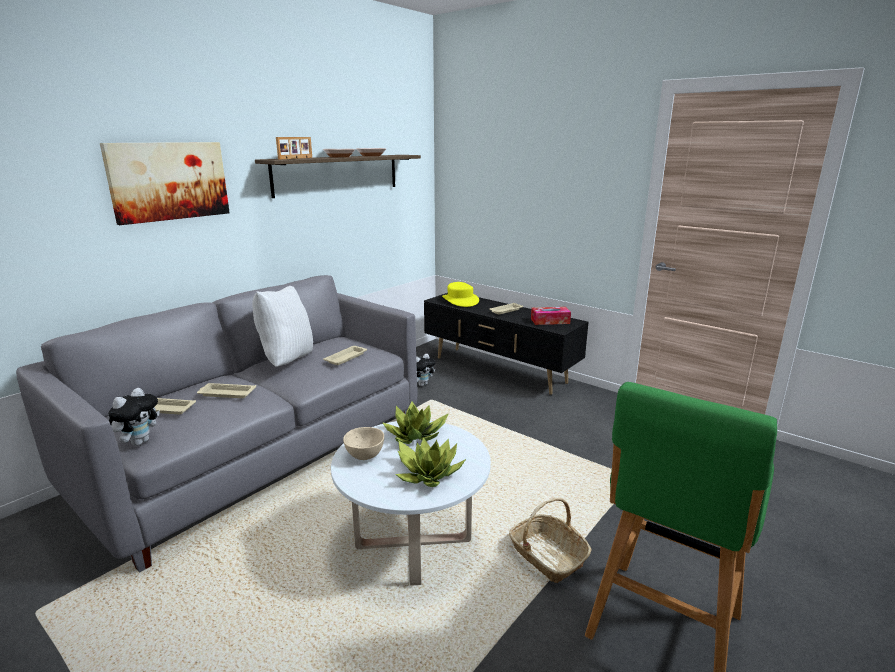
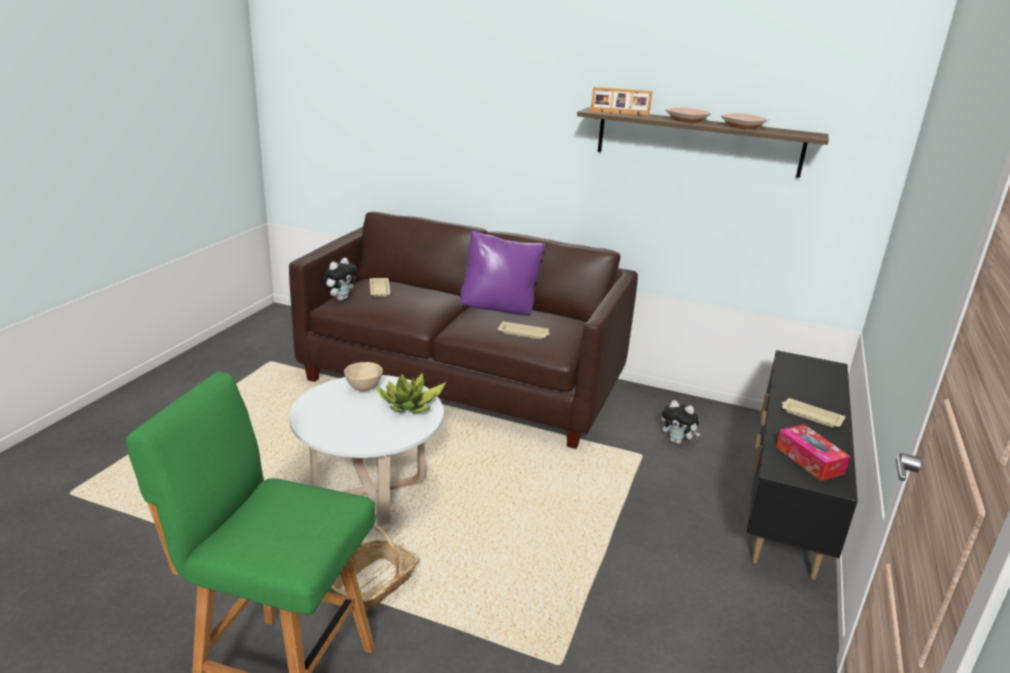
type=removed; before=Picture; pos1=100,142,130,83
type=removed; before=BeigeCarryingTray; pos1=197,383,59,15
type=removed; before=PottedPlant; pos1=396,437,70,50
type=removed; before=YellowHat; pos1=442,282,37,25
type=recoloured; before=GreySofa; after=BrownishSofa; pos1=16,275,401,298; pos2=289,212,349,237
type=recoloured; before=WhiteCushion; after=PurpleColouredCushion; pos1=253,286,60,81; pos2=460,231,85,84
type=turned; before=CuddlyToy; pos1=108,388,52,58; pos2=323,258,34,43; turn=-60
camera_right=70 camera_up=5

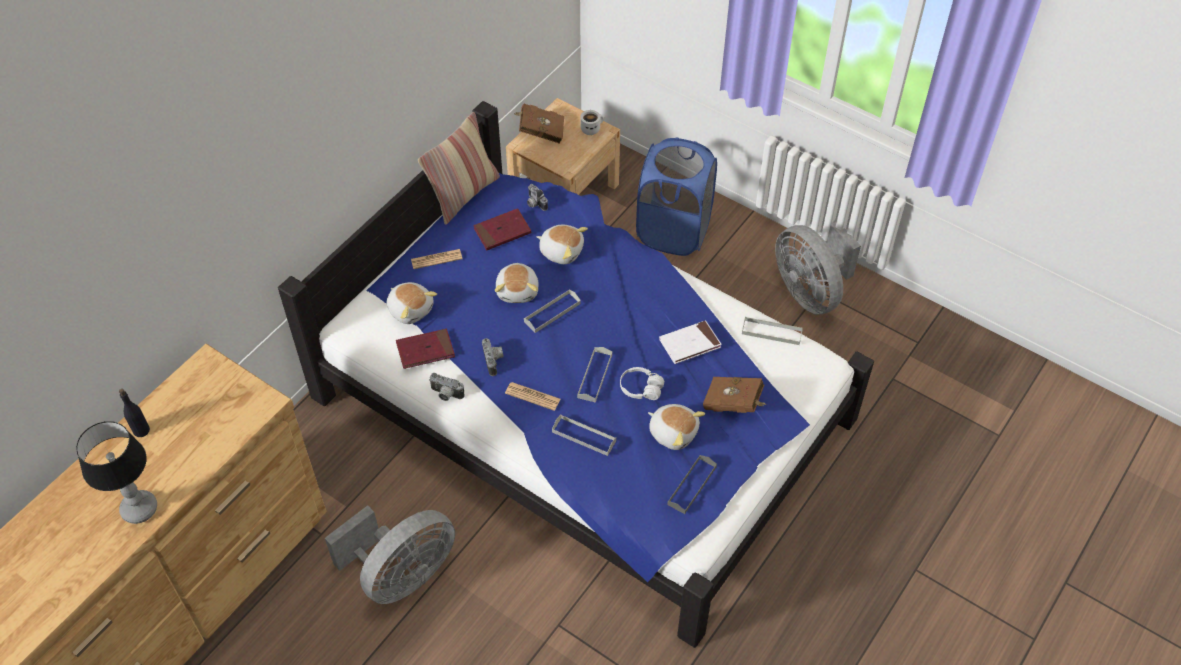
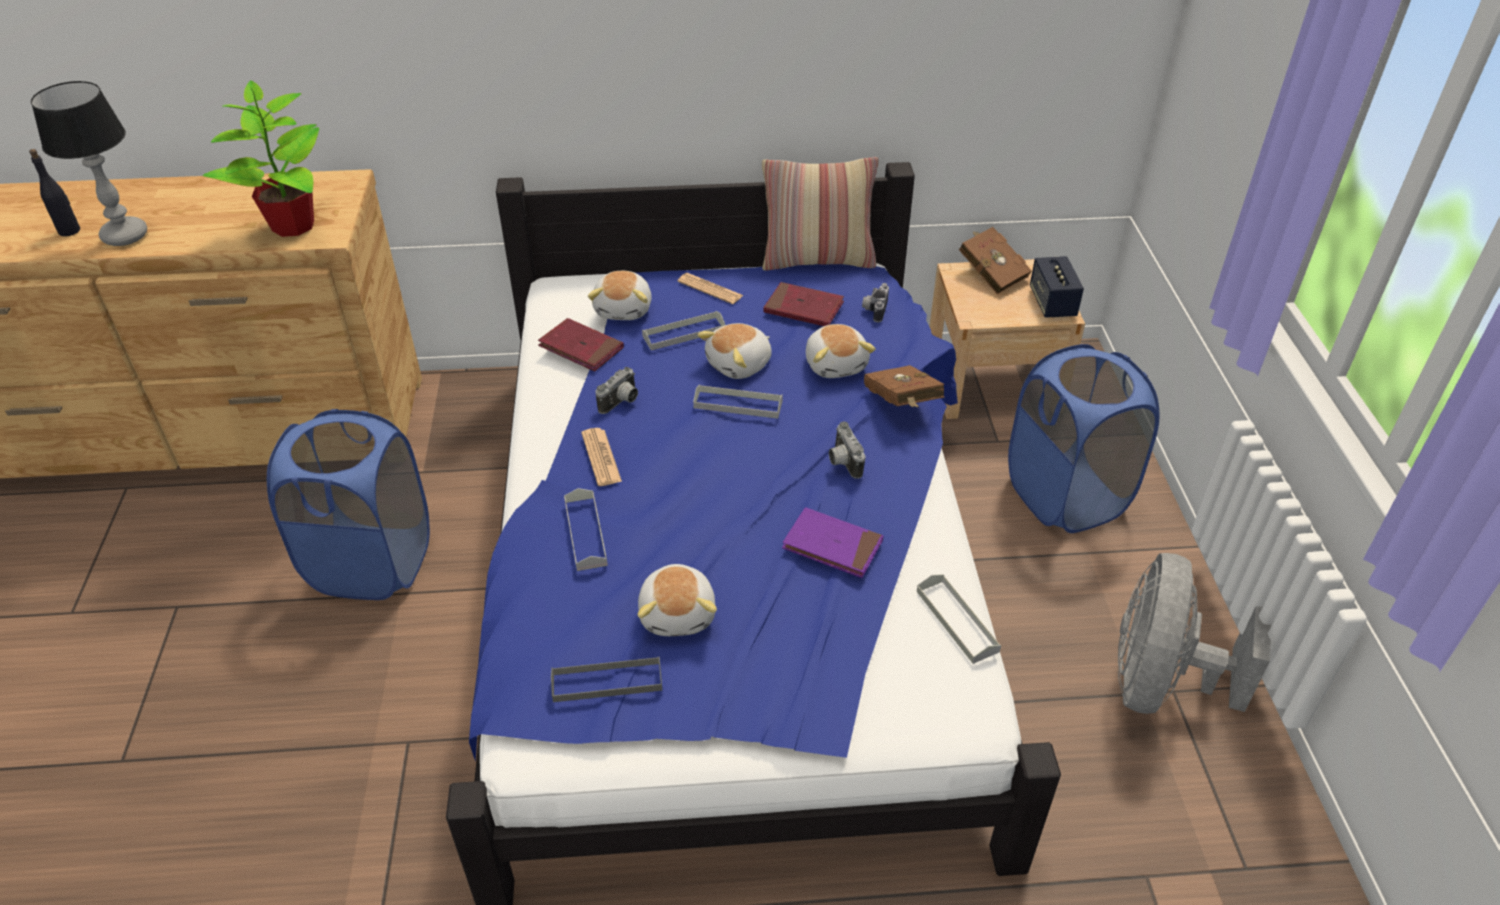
type=removed; before=WhitePairOfHeadphones; pos1=620,367,44,33
type=added; after=PottedPlant; pos2=203,80,116,157
type=moved; before=BlackishDrinkBottle; pos1=119,389,31,48; pos2=29,149,51,87
type=moved; before=PhotoCamera; pos1=429,373,35,28; pos2=829,422,36,57
type=moved; before=GreyCarryingTray; pos1=577,347,35,56; pos2=642,311,83,39
type=moved; before=BrownishVolume; pos1=703,377,64,36; pos2=864,365,80,43
type=replaced; before=GreyFan; after=BlueColouredHamper; pos1=325,505,130,99; pos2=267,409,163,191
type=replaced; before=WhiteMug; after=Speaker; pos1=580,110,24,25; pos2=1030,256,54,62
type=recoloured; before=WhiteVolume; after=PurpleColouredVolume; pos1=659,320,63,44; pos2=782,507,101,71
camera_right=50 camera_up=-10

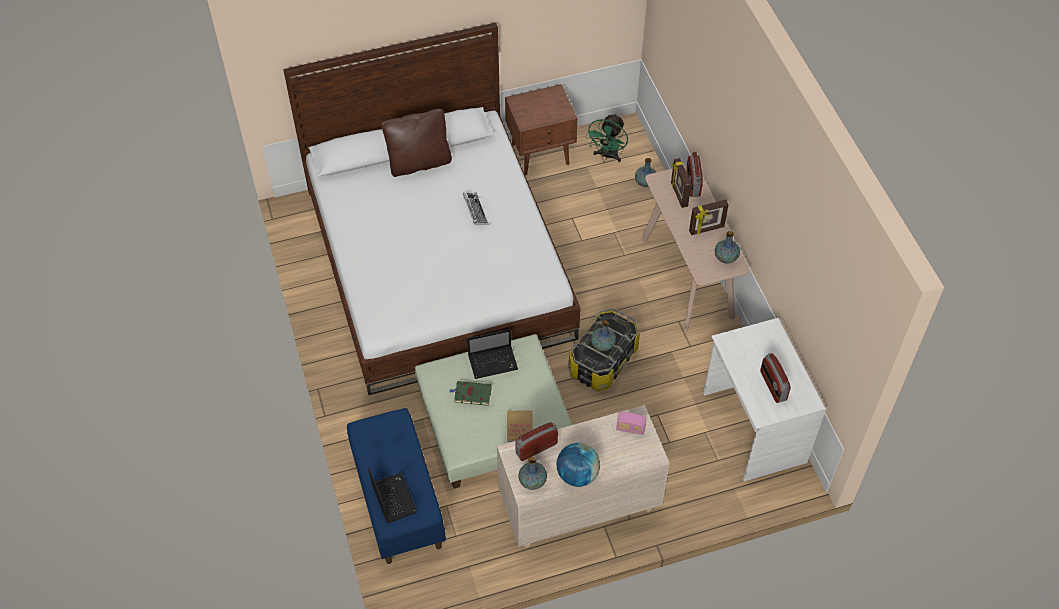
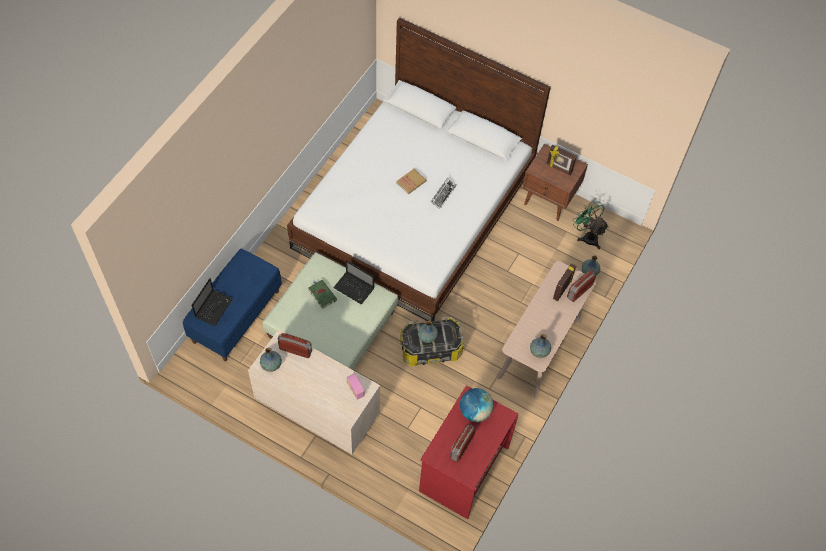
type=removed; before=BrownishCushion; pos1=381,109,71,68
type=moved; before=Volume; pos1=507,410,26,32; pos2=396,169,30,25
type=moved; before=WorldGlobe; pos1=557,443,43,44; pos2=460,388,33,34
type=moved; before=PhotoFrame; pos1=689,200,40,35; pos2=547,144,30,31
type=recoloured; before=WhiteDeskUnit; after=ReddishDeskUnit; pos1=703,318,123,163; pos2=419,385,99,134
type=turned; before=GreenishFan; pos1=586,113,42,49; pos2=573,201,36,48; turn=75
camera_right=45 camera_up=5

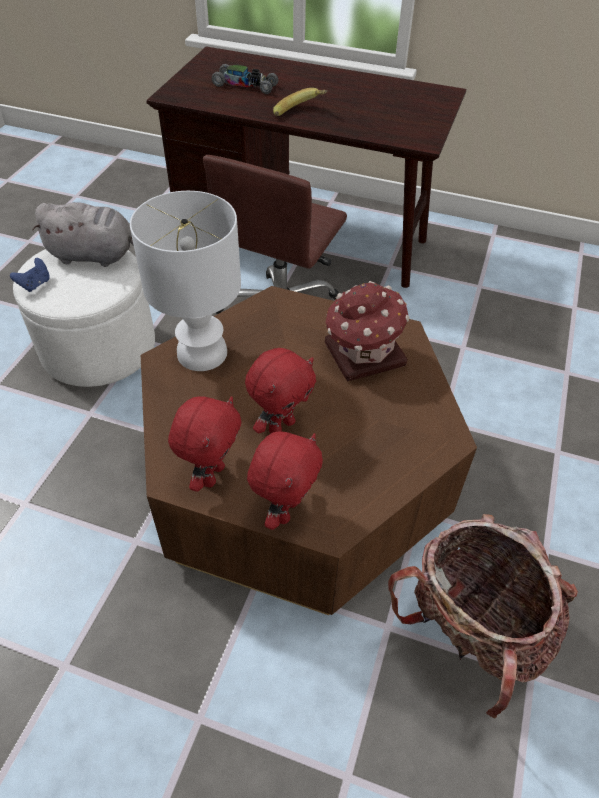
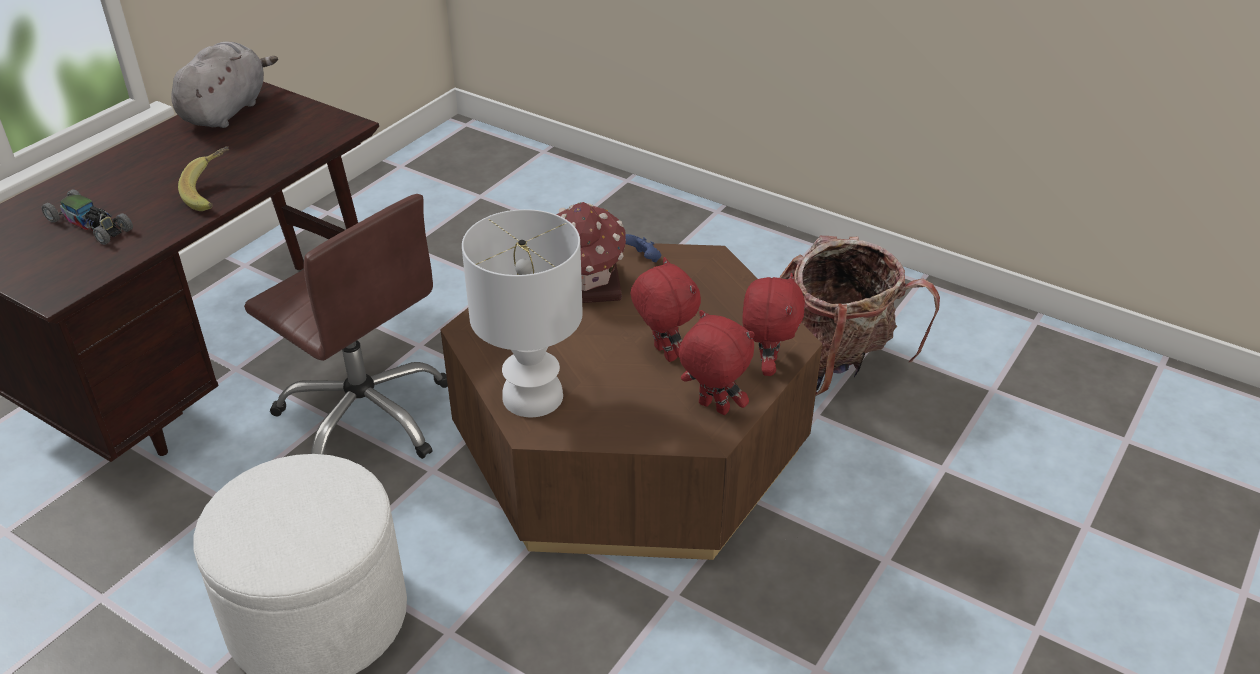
type=moved; before=BlueColouredGamepad; pos1=10,258,40,34; pos2=625,234,36,28
type=moved; before=GreyCuddlyToy; pos1=32,202,102,65; pos2=171,41,107,87
type=turned; before=MiniatureCar; pos1=212,64,66,30; pos2=41,189,92,56; turn=90
type=turned; before=ReddishCuddlyToy; pos1=247,432,76,98; pos2=742,273,63,103; turn=60
camera_right=-75 camera_up=-10

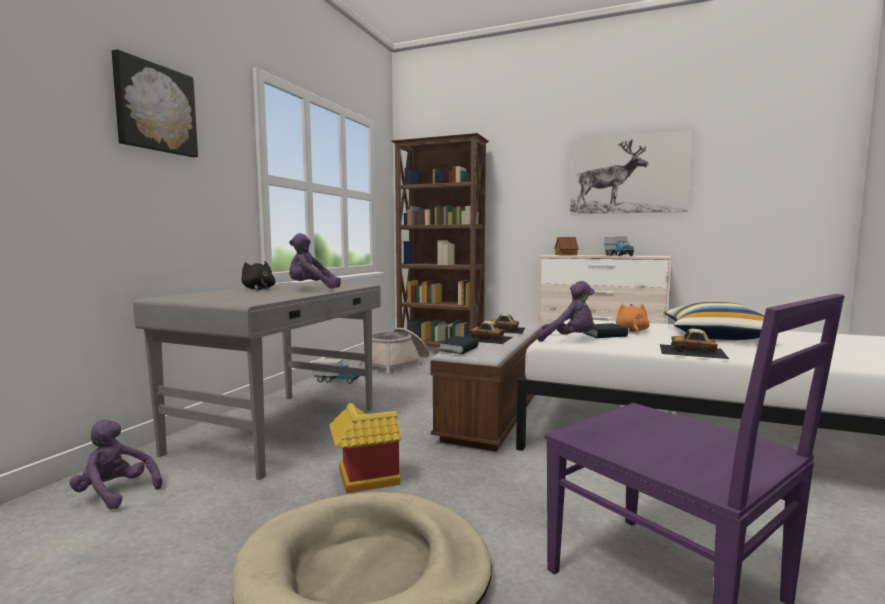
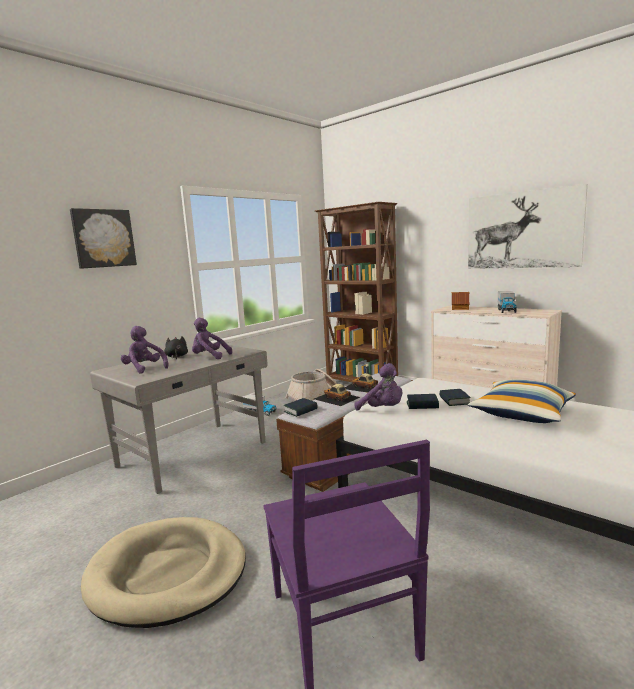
type=removed; before=ModelHouse; pos1=329,403,72,91
type=removed; before=MiniatureCar; pos1=660,329,69,30
type=moved; before=PurpleColouredCuddlyToy; pos1=70,420,92,89; pos2=121,326,48,47
type=replaced; before=OrangeyCuddlyToy; after=Volume; pos1=616,303,34,30; pos2=439,389,32,17
camera_right=20 camera_up=5

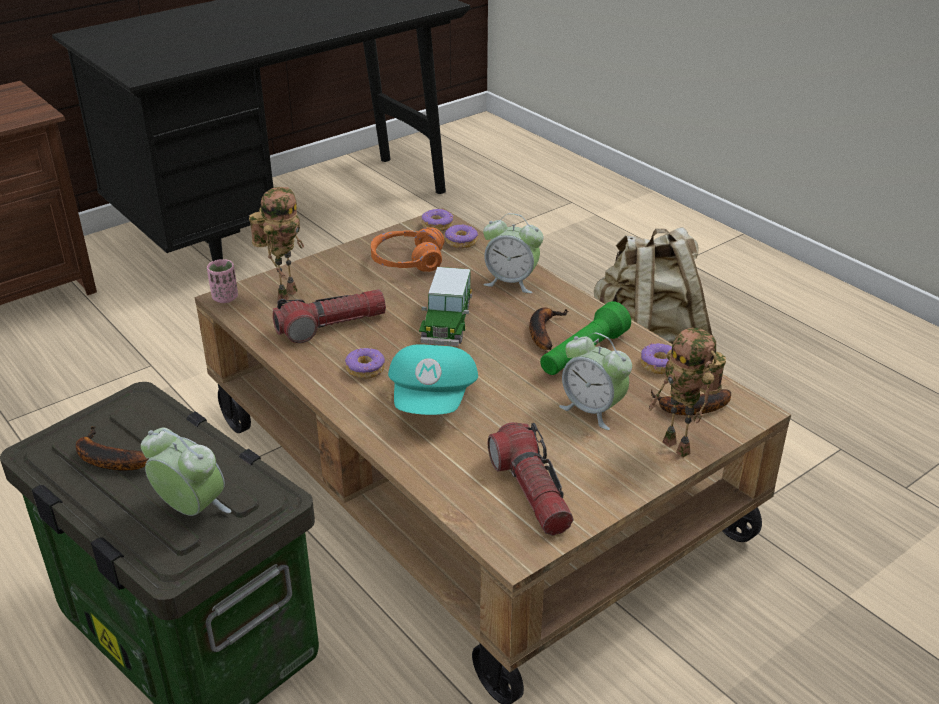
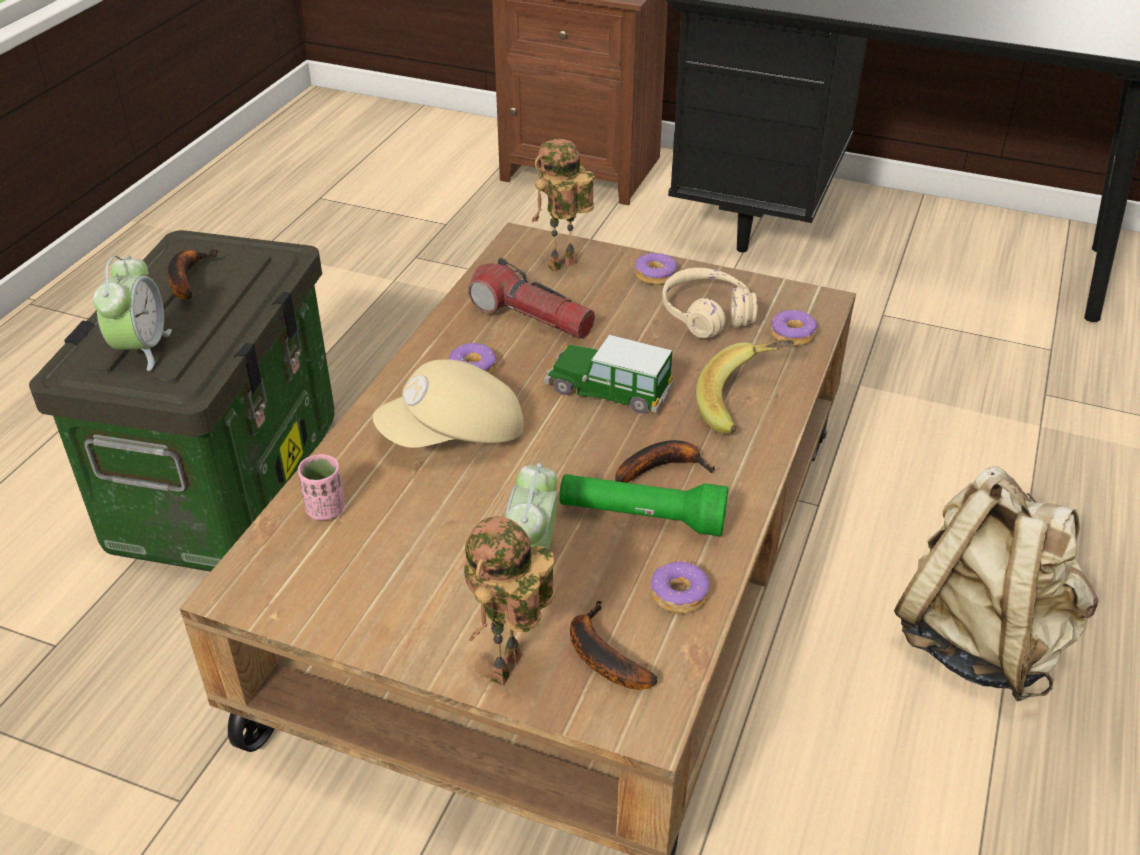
type=removed; before=Flashlight; pos1=488,422,85,114
type=moved; before=PinkishSmallCup; pos1=207,259,31,44; pos2=298,454,47,66
type=moved; before=Donut; pos1=421,209,32,22; pos2=635,253,42,32
type=replaced; before=TableClock; after=WholeBanana; pos1=483,213,60,80; pos2=696,340,98,94
type=recoloured; before=OrangeyPairOfHeadphones; after=BeigePairOfHeadphones; pos1=371,227,73,45; pos2=662,268,95,70
type=recoloured; before=TurquoiseBaseballCap; after=BeigeBaseballCap; pos1=388,344,90,71; pos2=373,359,151,89
type=turned; before=ModelRobot; pos1=249,187,55,114; pos2=532,139,63,133; turn=150
type=turned; before=MiniatureCar; pos1=419,267,53,79; pos2=544,335,129,78; turn=45
camera_right=60 camera_up=5

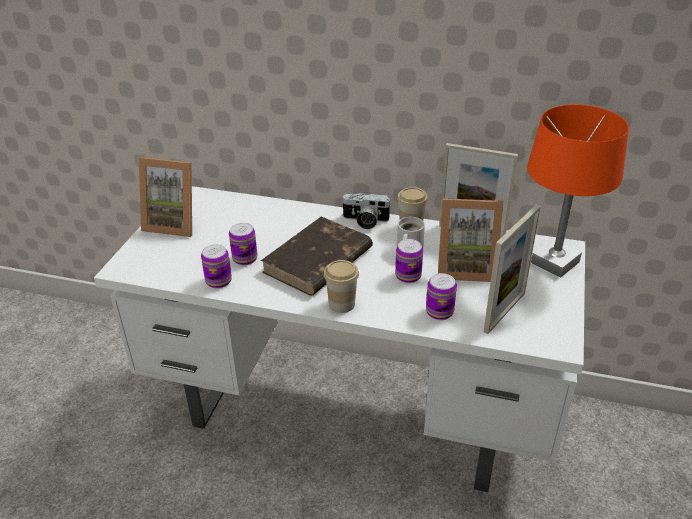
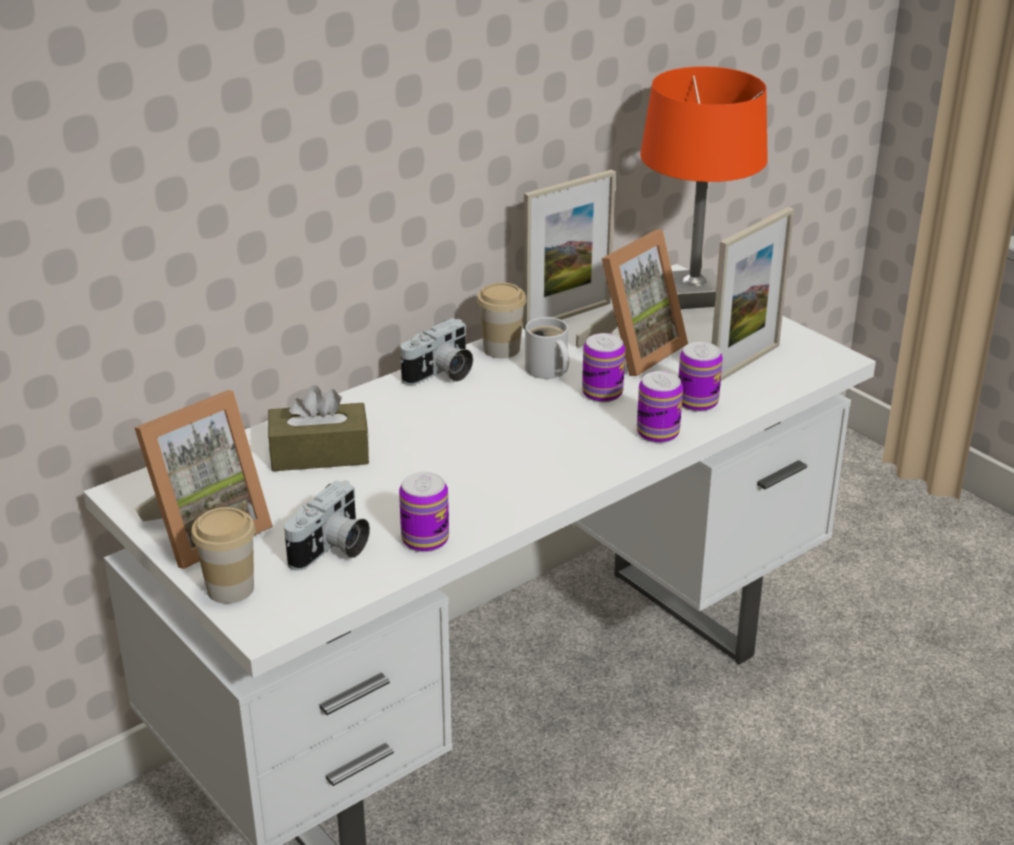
type=removed; before=BrownishVolume; pos1=261,217,112,79
type=added; after=BrownishTissueHolder; pos2=268,385,101,86
type=added; after=PhotoCamera; pos2=284,480,86,91
type=moved; before=Can; pos1=229,223,29,42; pos2=637,371,46,72
type=moved; before=SmallCup; pos1=324,260,35,53; pos2=191,507,65,97
type=turned; before=PhotoFrame; pos1=484,205,57,129; pos2=712,207,82,174; turn=60
camera_right=-55 camera_up=-5

